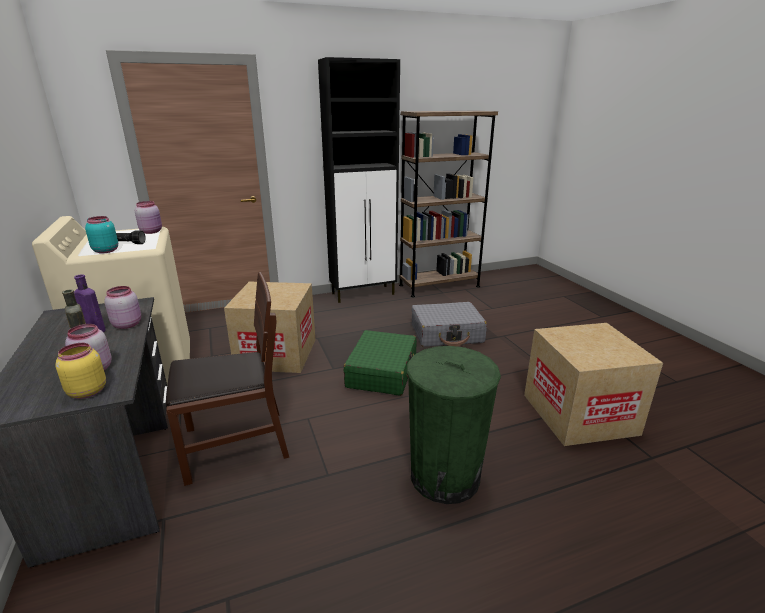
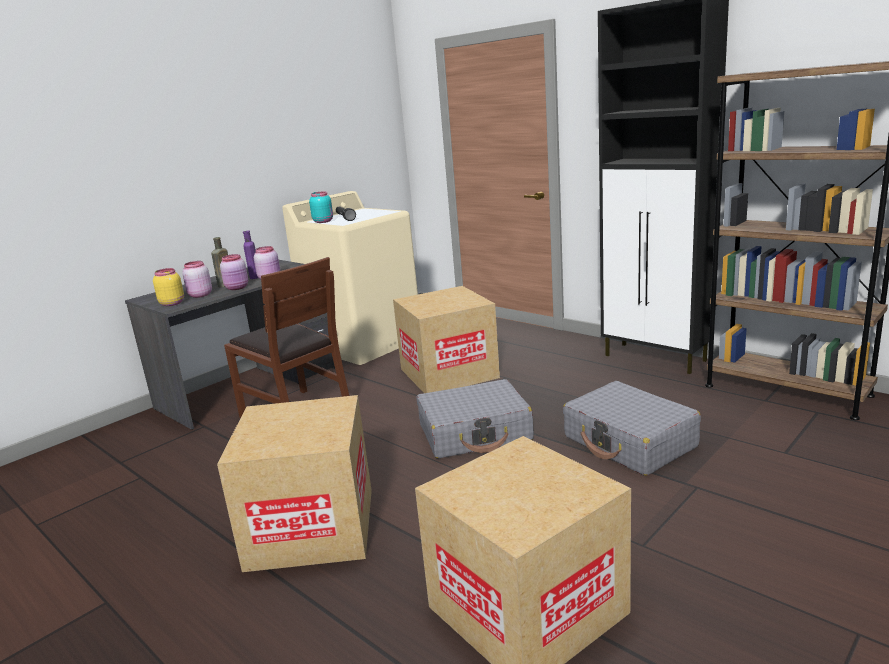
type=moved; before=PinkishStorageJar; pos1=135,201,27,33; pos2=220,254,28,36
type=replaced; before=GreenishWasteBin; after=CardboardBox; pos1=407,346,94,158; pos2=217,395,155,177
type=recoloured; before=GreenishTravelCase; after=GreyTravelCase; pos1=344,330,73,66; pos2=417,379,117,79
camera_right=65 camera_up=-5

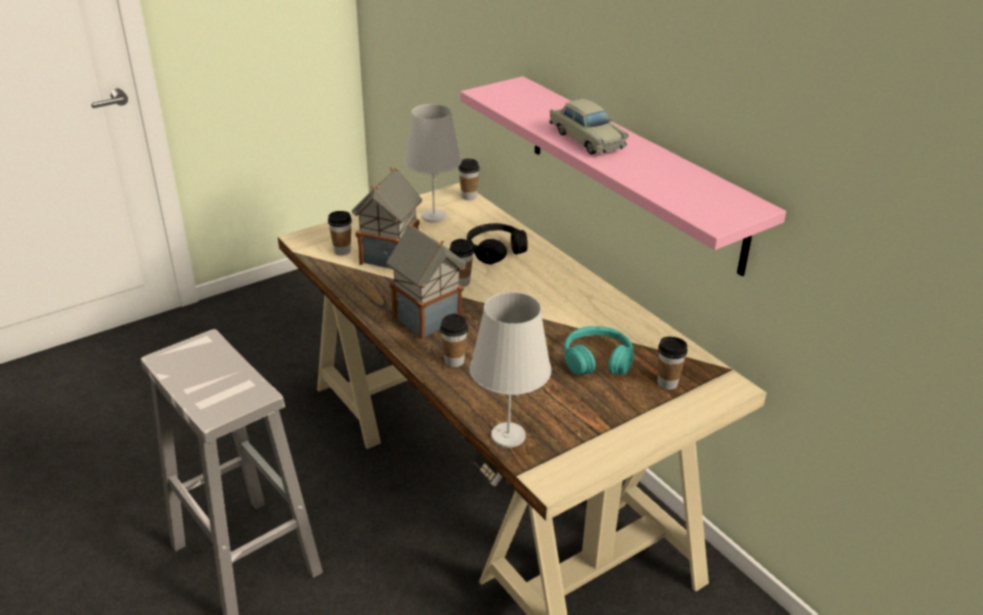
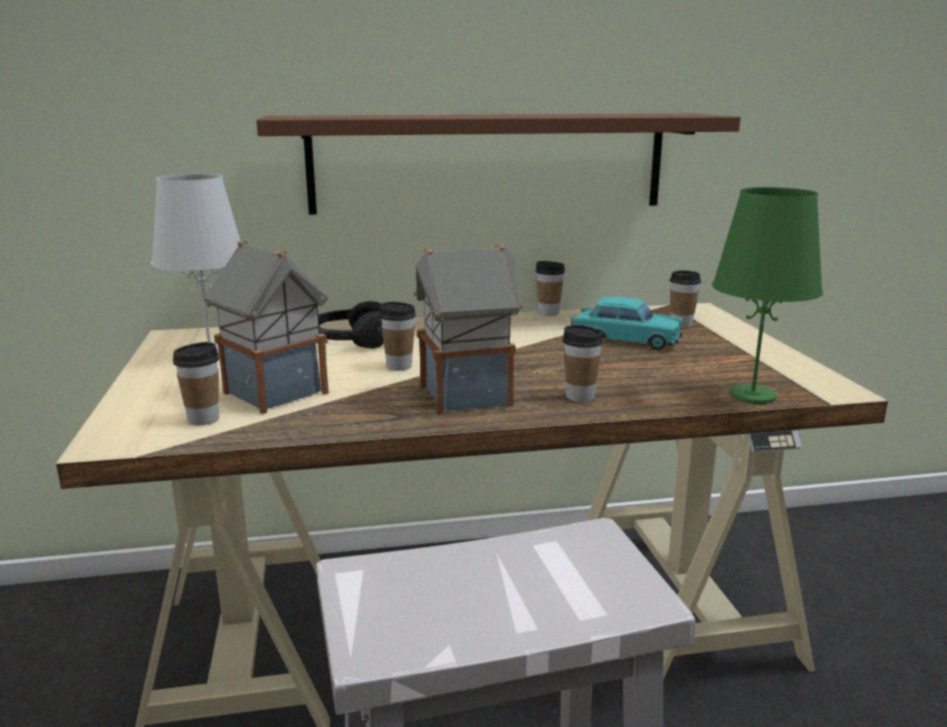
type=removed; before=BeigeMiniatureCar; pos1=549,99,80,55
type=moved; before=SmallCup; pos1=458,158,22,42; pos2=535,261,30,55
type=replaced; before=TurquoisePairOfHeadphones; after=TurquoiseMiniatureCar; pos1=564,326,70,49; pos2=571,297,112,53
type=recoloured; before=PinkishWallShelf; after=BrownishWallShelf; pos1=460,76,326,200; pos2=256,114,485,101
type=recoloured; before=WhiteTableLamp; after=GreenishTableLamp; pos1=470,292,81,156; pos2=712,187,111,217
camera_right=-65 camera_up=-15

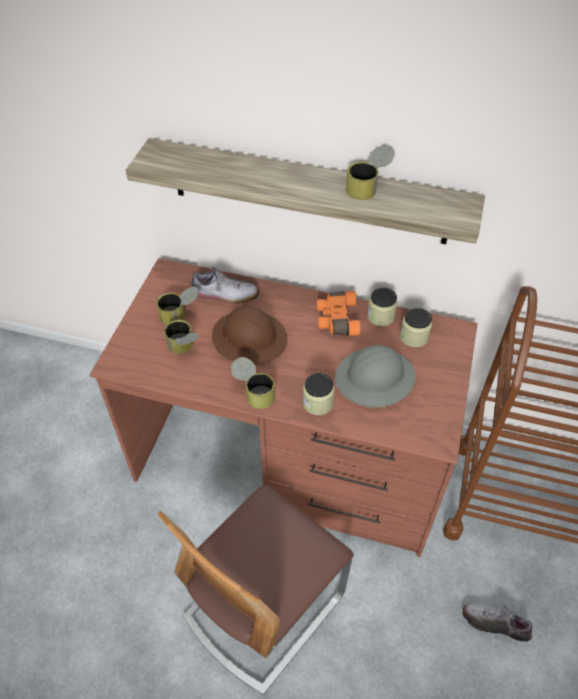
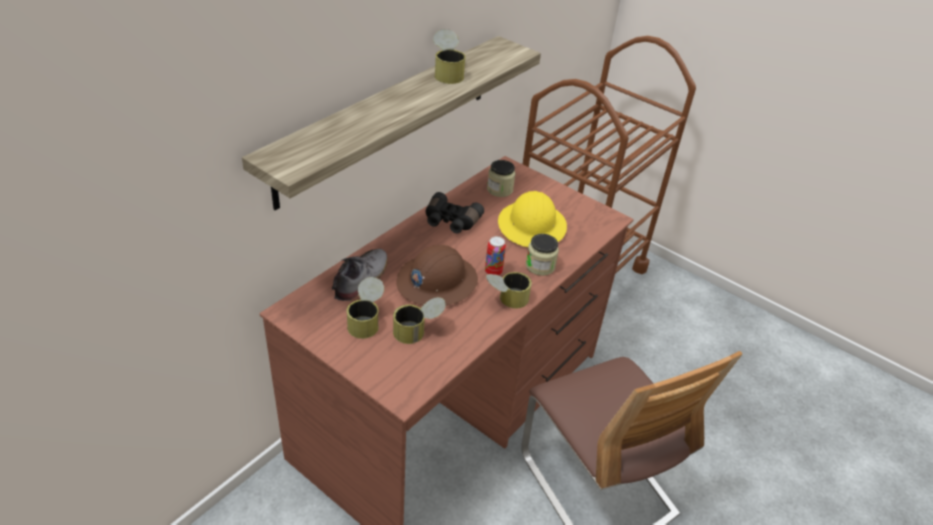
type=removed; before=StorageJar; pos1=367,288,30,38
type=removed; before=ItemOfFootwear; pos1=463,603,70,39
type=added; after=Can; pos2=485,236,21,40
type=recoloured; before=OrangeyFieldGlasses; after=BlackishFieldGlasses; pos1=317,291,43,45; pos2=426,192,58,41
type=recoloured; before=GreyWorkHelmet; after=YellowWorkHelmet; pos1=335,345,81,63; pos2=498,191,69,56
camera_right=-70 camera_up=-10

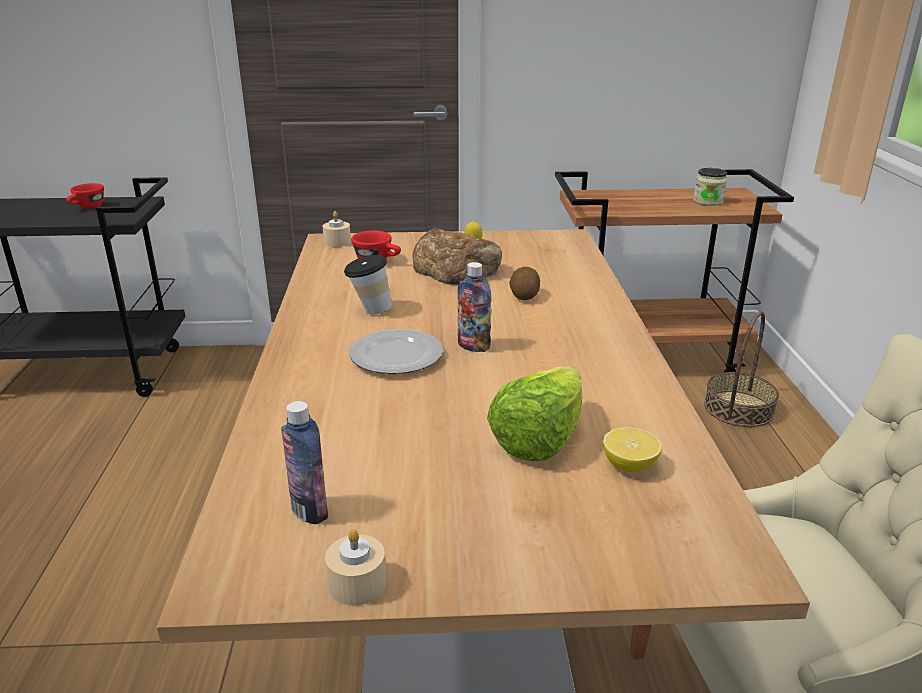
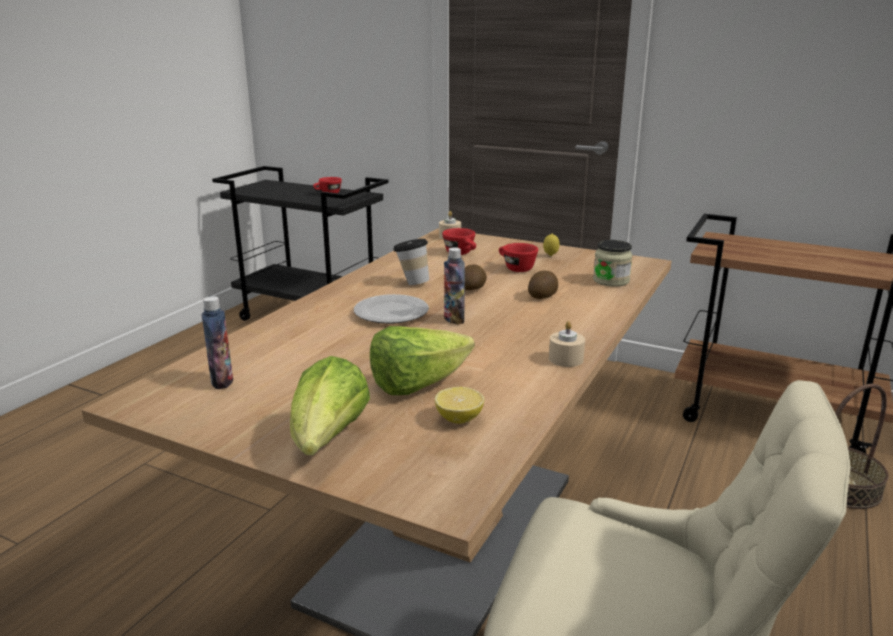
type=added; after=HeadOfLettuce; pos2=290,356,80,99
type=added; after=Potato; pos2=465,264,22,26
type=moved; before=BeigeWaxLight; pos1=325,529,61,77; pos2=549,321,36,46
type=moved; before=StorageJar; pos1=693,168,34,38; pos2=593,240,39,47
type=replaced; before=Bread; after=ReddishSmallCup; pos1=412,227,90,58; pos2=499,243,39,29
camera_right=30 camera_up=-5

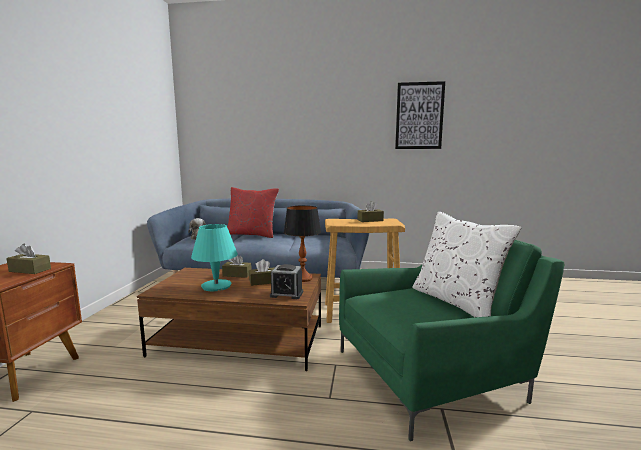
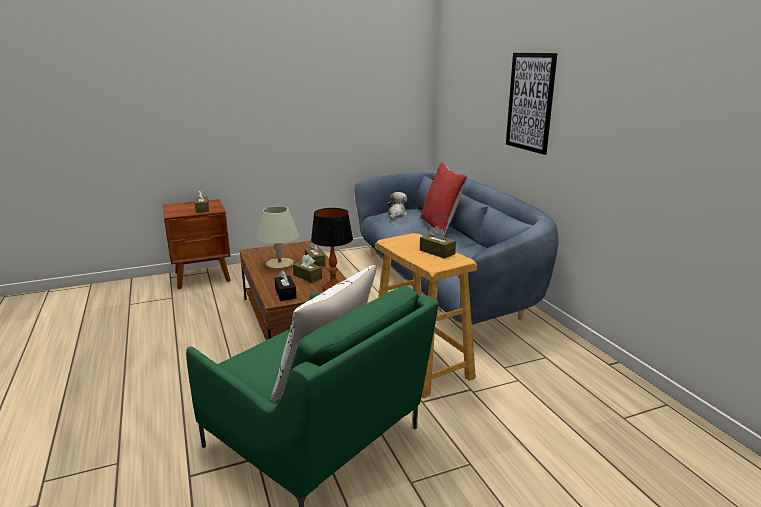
type=moved; before=Picture; pos1=395,81,50,68; pos2=506,53,51,102
type=replaced; before=TableClock; after=BlackishTissueHolder; pos1=270,264,33,35; pos2=275,270,22,31
type=recoloured; before=TurquoiseTableLamp; after=BeigeTableLamp; pos1=191,224,47,67; pos2=257,206,42,64
camera_right=60 camera_up=10

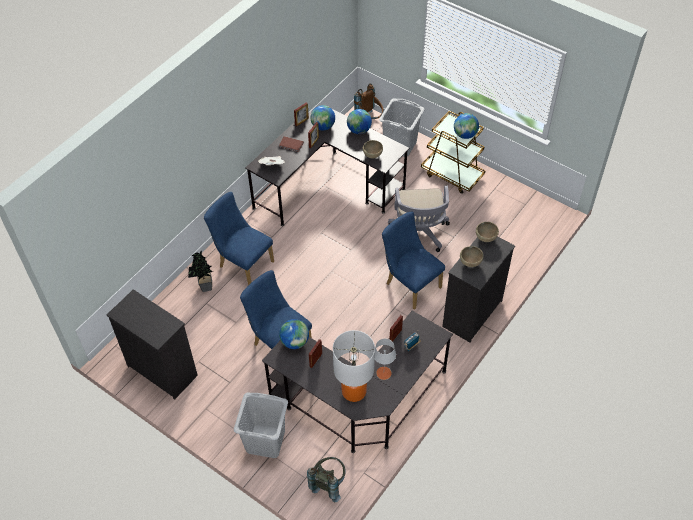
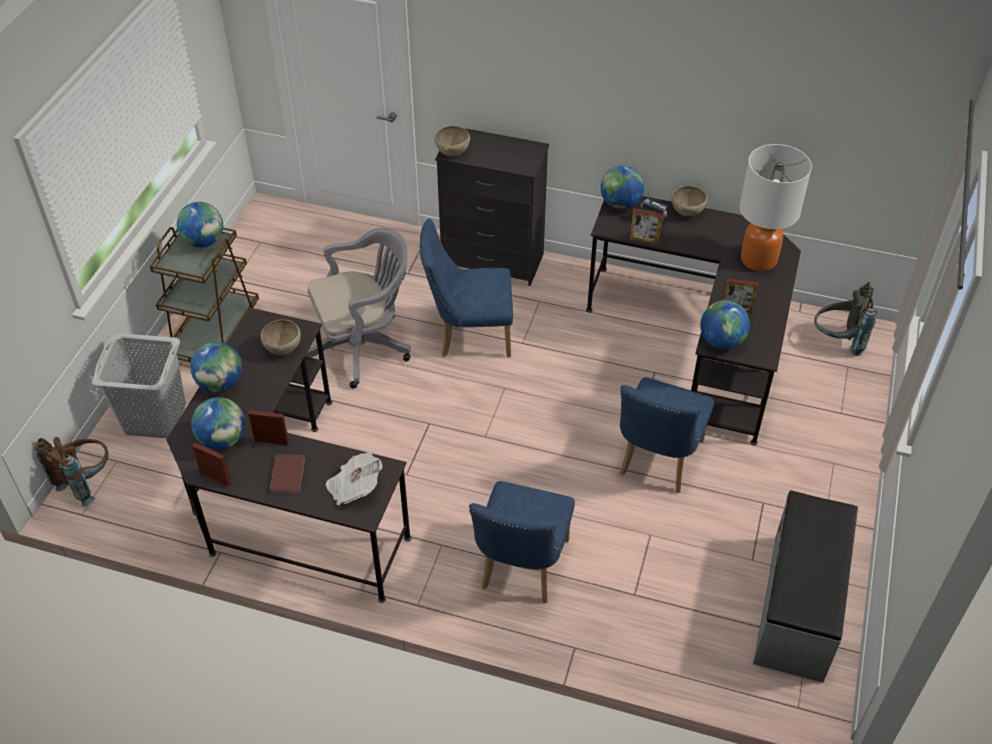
type=removed; before=PottedPlant; pos1=188,250,25,42
type=removed; before=GreyHamper; pos1=234,392,54,66
type=removed; before=GreyTableLamp; pos1=375,339,21,41
type=added; after=WorldGlobe; pos2=601,165,43,45
type=moved; before=BrownishDeepDish; pos1=460,246,24,21; pos2=672,186,35,30
type=replaced; before=BlackishDresser; after=GreyBench; pos1=107,289,91,111; pos2=753,491,105,192
type=turned; before=BlueColouredChair; pos1=382,211,63,99; pos2=419,219,94,138; turn=60
camera_right=-110 camera_up=-5

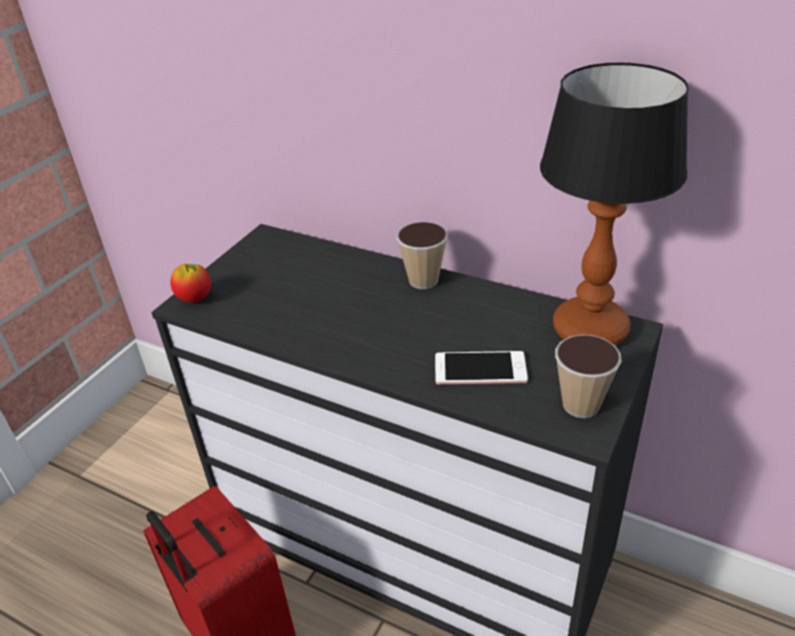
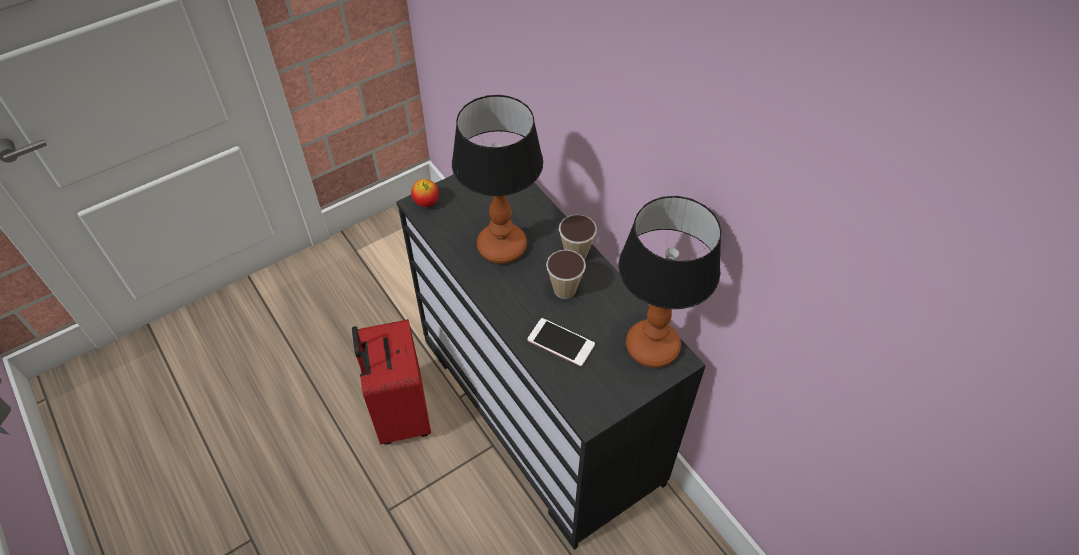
type=added; after=TableLamp; pos2=452,95,91,169
type=moved; before=SmallCup; pos1=555,335,67,83; pos2=546,250,40,49
camera_right=25 camera_up=15

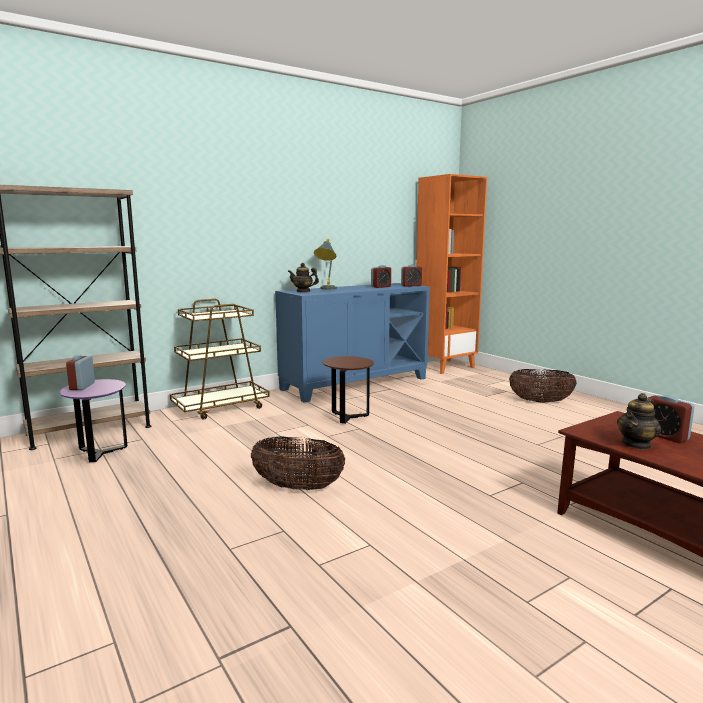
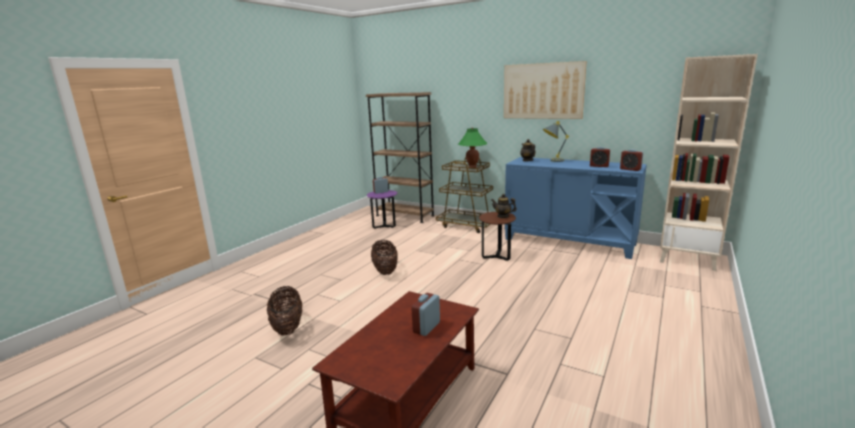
type=added; after=GreenishTableLamp; pos2=458,127,29,41
type=added; after=Picture; pos2=504,61,83,58
type=moved; before=Basket; pos1=509,369,68,34; pos2=267,286,35,50
type=moved; before=Teapot; pos1=617,393,44,57; pos2=491,194,26,24
type=recoloured; before=OrangeyBookshelf; after=BeigeBookshelf; pos1=416,174,71,200; pos2=660,54,98,217
camera_right=65 camera_up=5

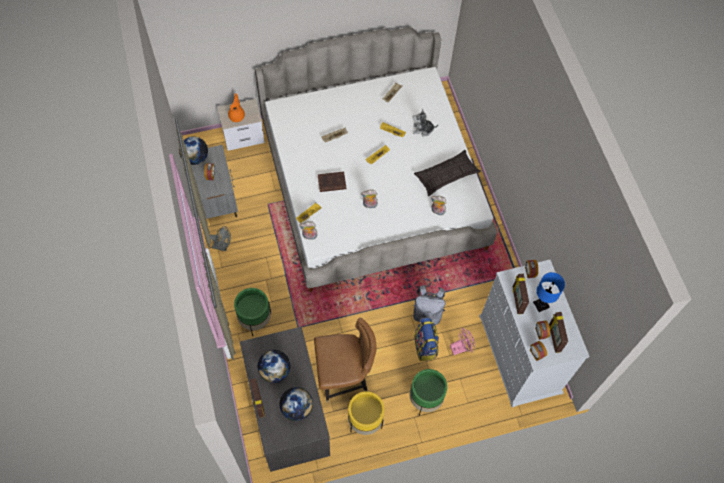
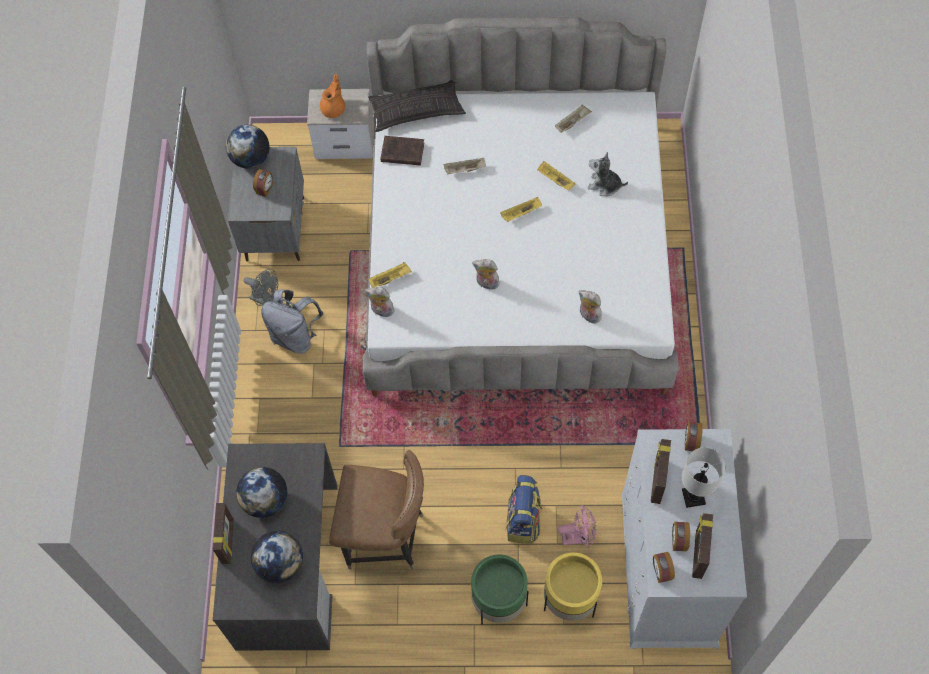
type=removed; before=GreenishPlantPot; pos1=234,288,37,48
type=moved; before=BrownishVolume; pos1=318,171,28,21; pos2=380,136,44,30
type=moved; before=YellowPlantPot; pos1=348,391,36,44; pos2=544,552,58,69
type=moved; before=GreyKnapsack; pos1=412,285,33,40; pos2=261,289,62,65
type=moved; before=Cushion; pos1=414,150,67,46; pos2=368,80,98,52
type=recoloured; before=BlueColouredTableLamp; after=WhiteTableLamp; pos1=533,272,32,40; pos2=682,447,44,61
camera_right=20 camera_up=0

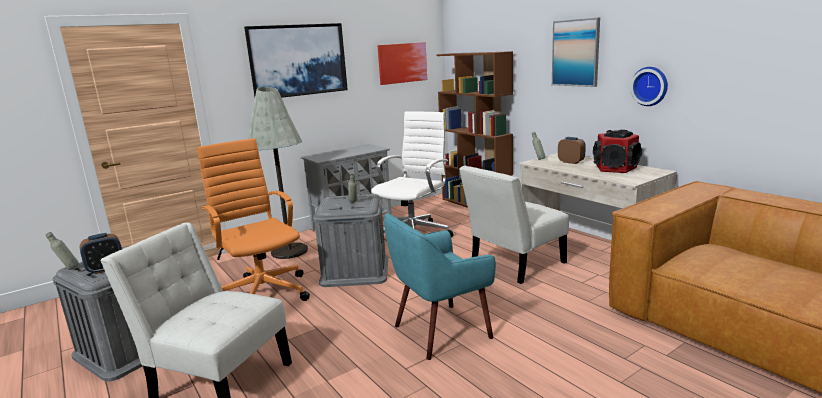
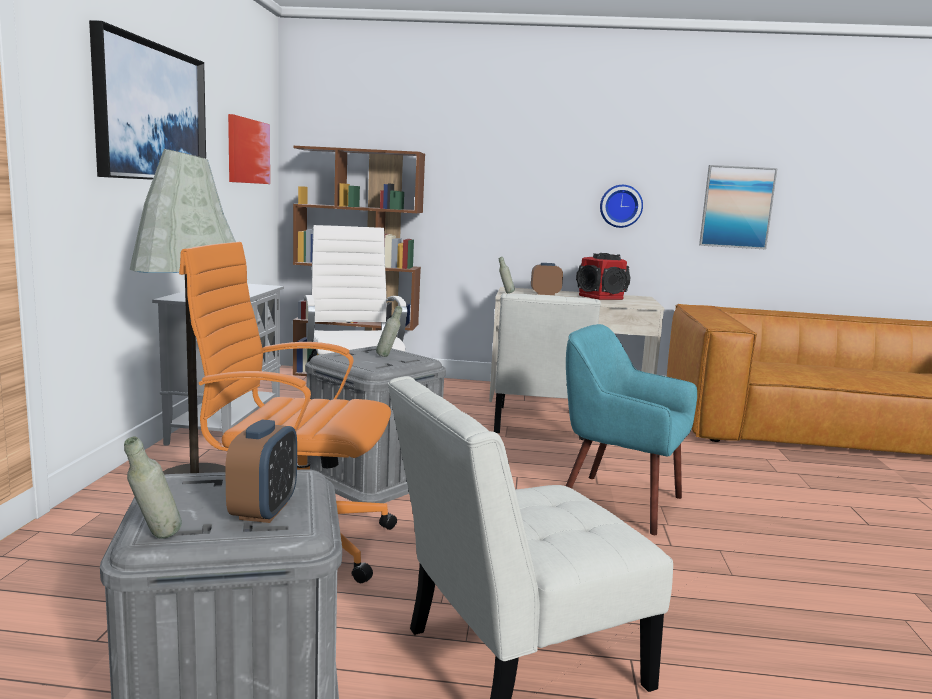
type=moved; before=Picture; pos1=552,18,48,69; pos2=699,165,78,84
type=turned; before=TurquoiseLoungeChair; pos1=384,214,112,146; pos2=566,324,131,211; turn=105
camera_right=-50 camera_up=-5

